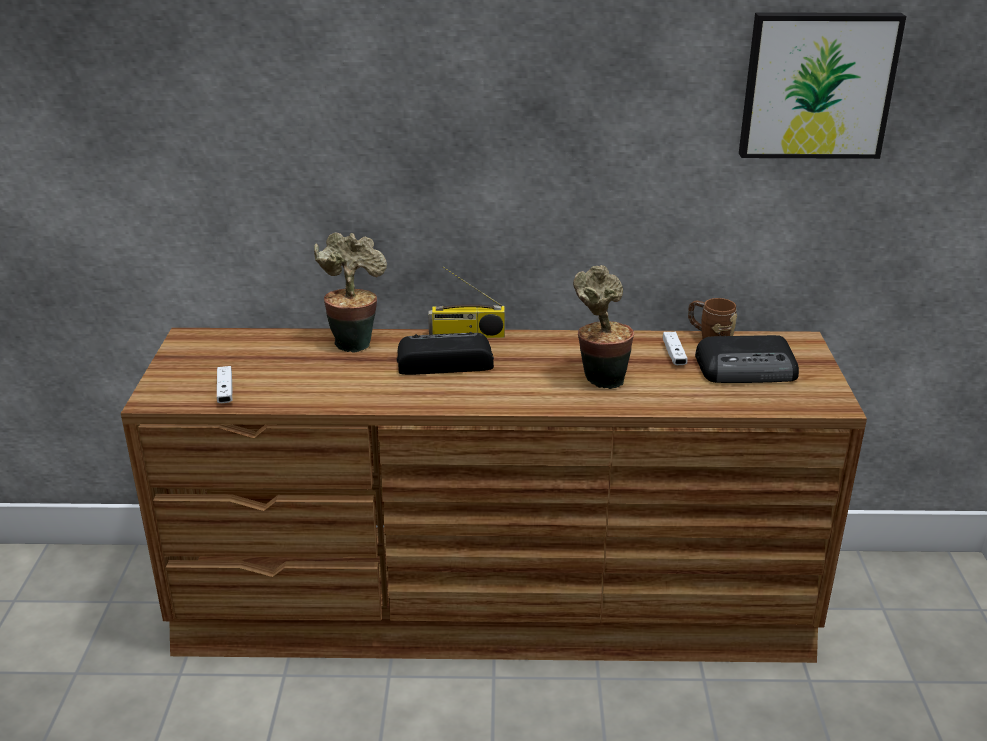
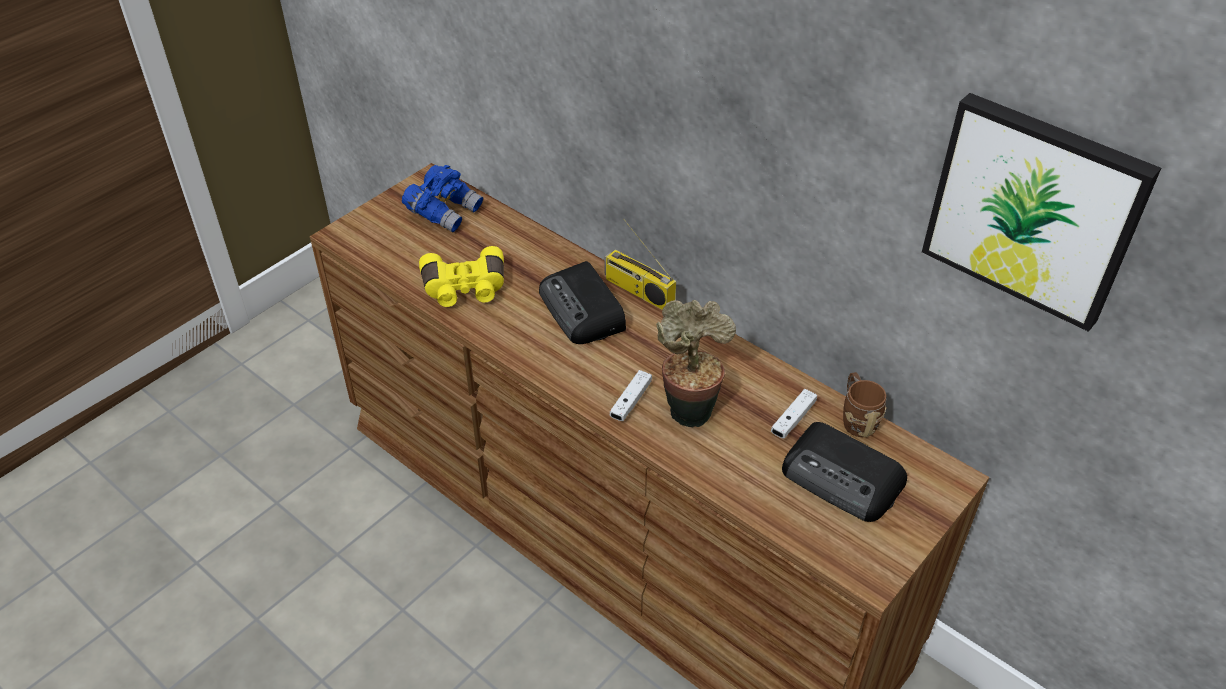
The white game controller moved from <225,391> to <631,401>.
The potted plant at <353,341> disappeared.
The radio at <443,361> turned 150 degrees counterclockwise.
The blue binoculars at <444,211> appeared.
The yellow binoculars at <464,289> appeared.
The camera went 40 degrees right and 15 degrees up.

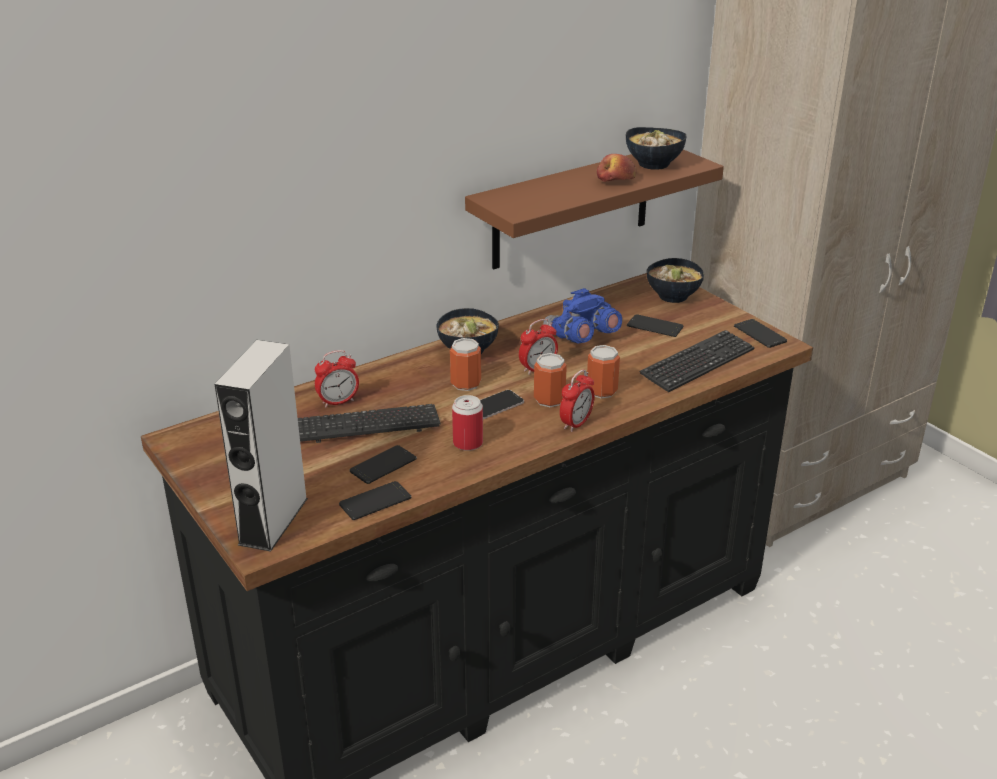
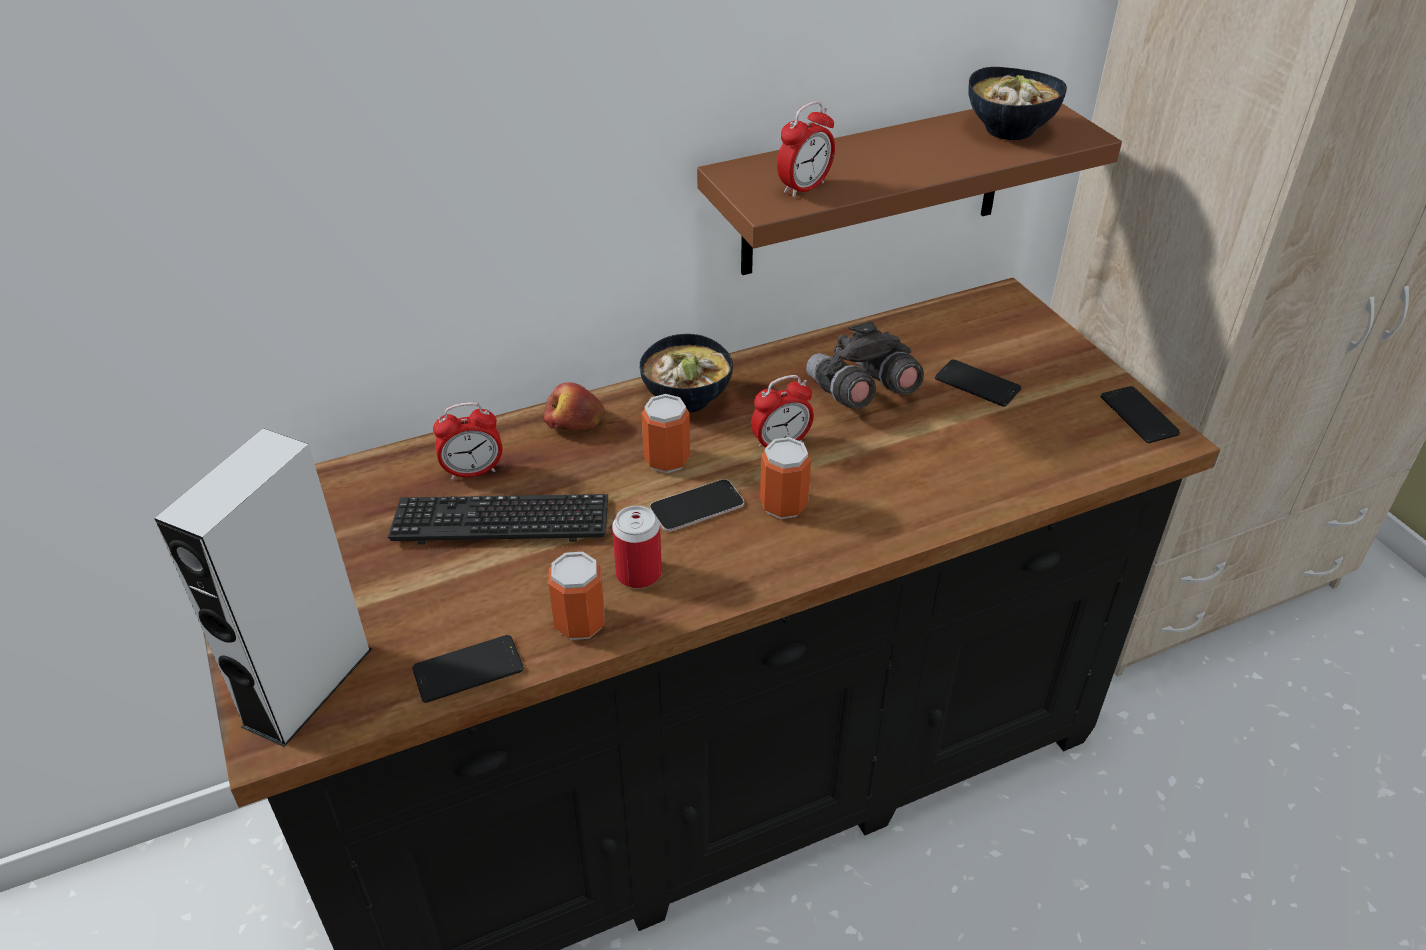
The phone at <383,465> disappeared.
The blue binoculars at <581,338> became the grey binoculars at <860,393>.
The alarm clock moved from <576,424> to <804,188>.
The can moved from <601,391> to <580,622>.
The apple moved from <615,181> to <574,422>.
The keyboard at <697,363> disappeared.
The bowl at <672,296> disappeared.
The camera went 10 degrees right and 10 degrees up.

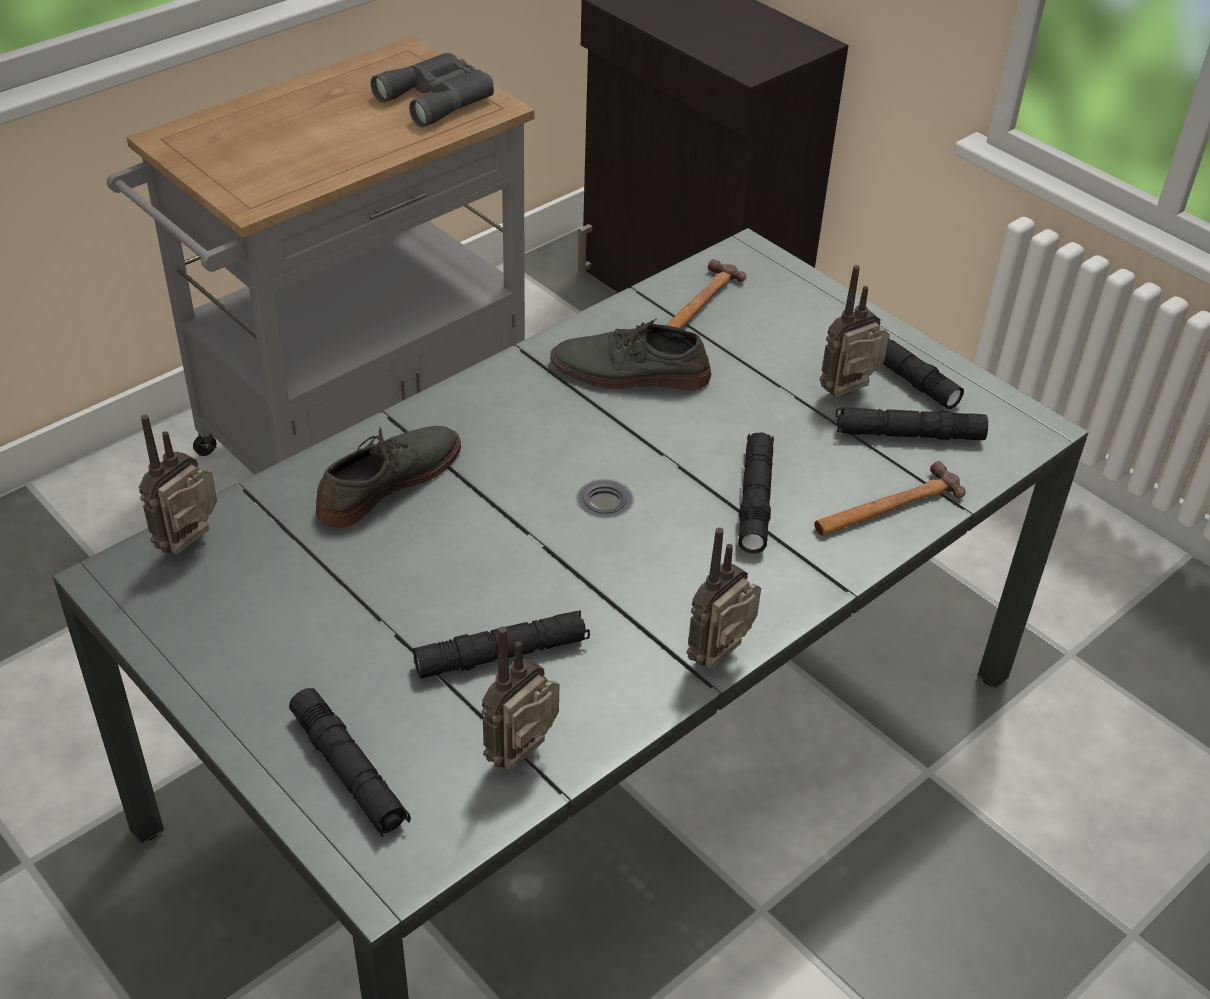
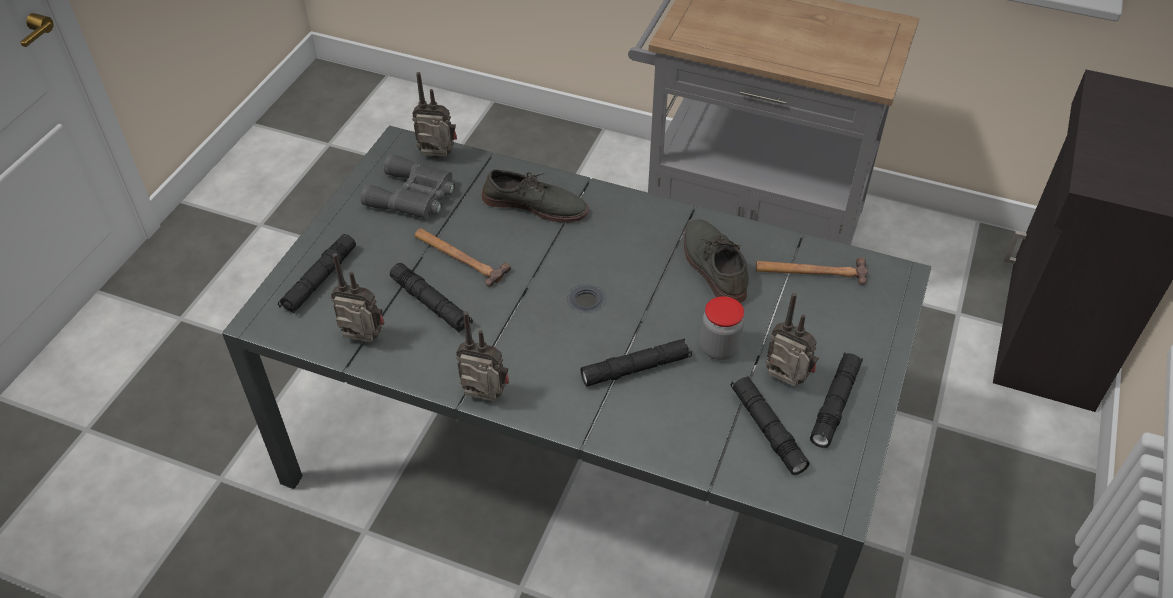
The grey binoculars moved from <440,98> to <414,196>.
The hammer moved from <886,507> to <459,257>.
The jar at <719,348> appeared.
The camera went 65 degrees right and 5 degrees up.

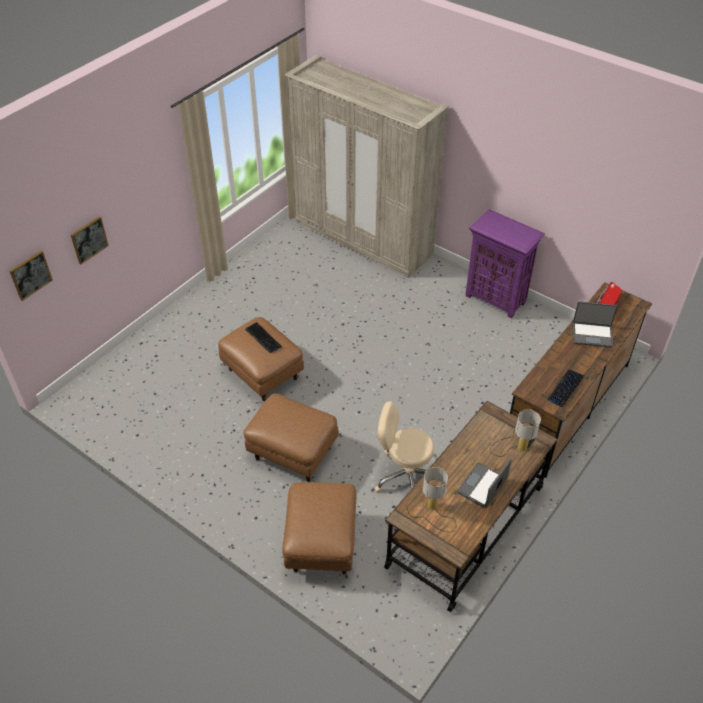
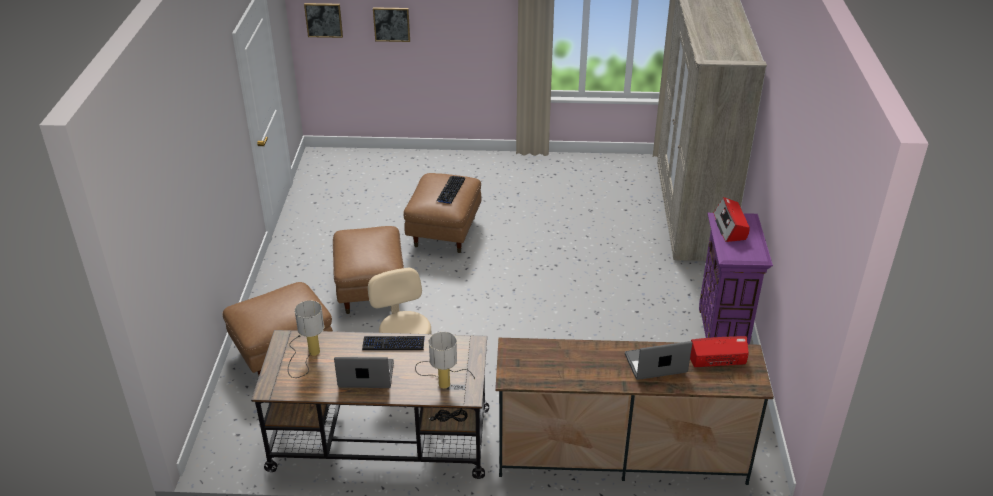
The keyboard moved from <565,388> to <393,344>.
The laptop at <592,334> turned 105 degrees clockwise.
The radio at <730,227> appeared.
The camera went 55 degrees right and 10 degrees down.

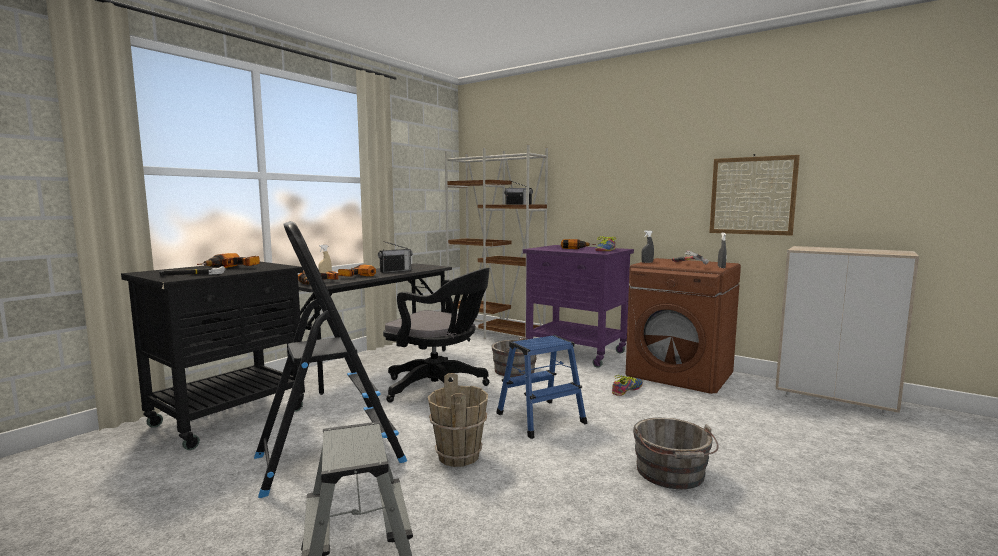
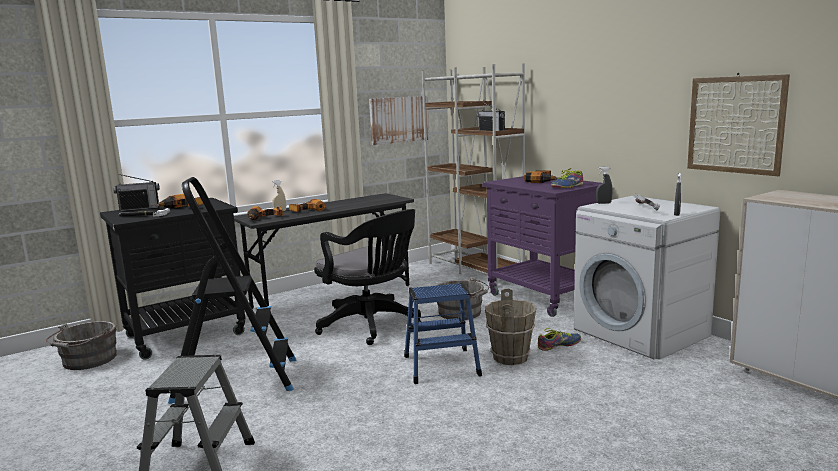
The radio moved from <395,271> to <140,208>.
The brown bucket moved from <459,456> to <511,357>.
The brown washing machine at <679,374> became the white washing machine at <639,333>.
The grey bucket moved from <671,474> to <87,361>.
The picture at <399,119> appeared.
The camera went 20 degrees right and 5 degrees up.

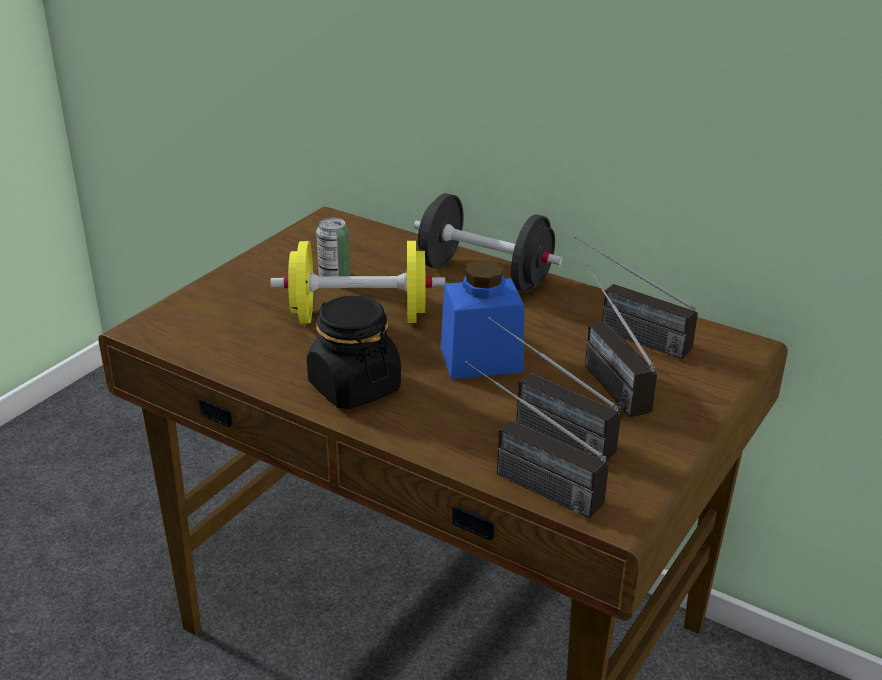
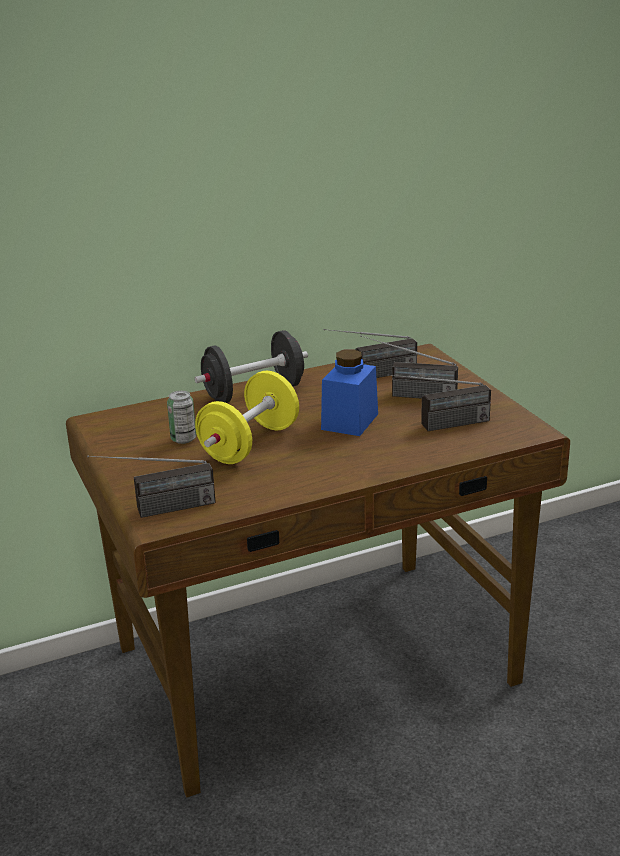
The black jar at <354,387> disappeared.
The radio moved from <522,478> to <156,511>.
The camera went 55 degrees left and 5 degrees down.

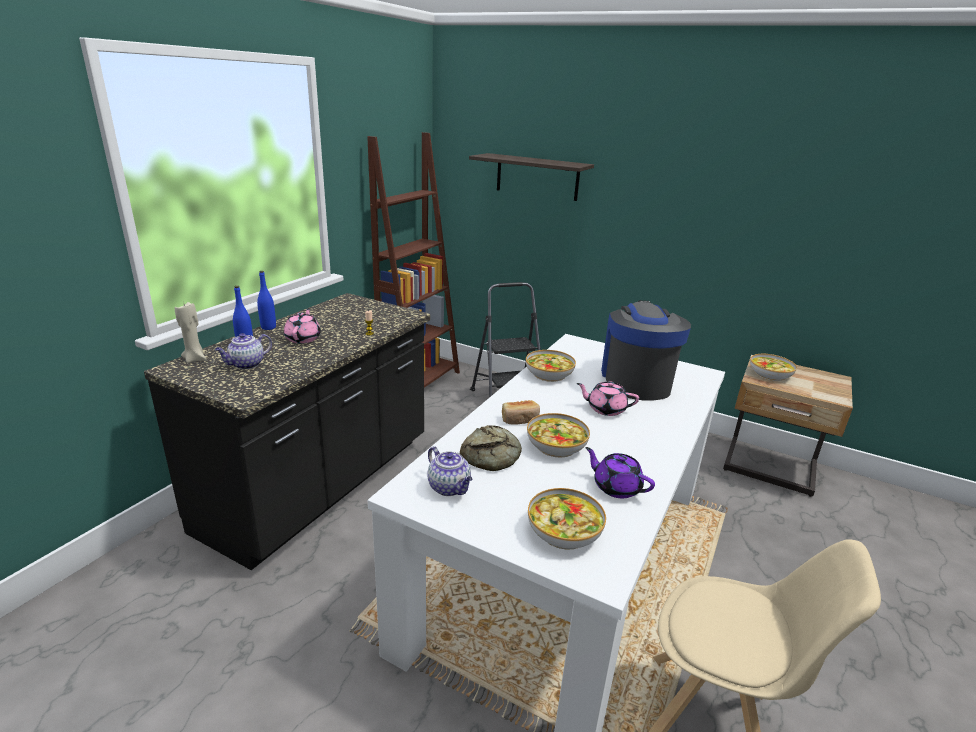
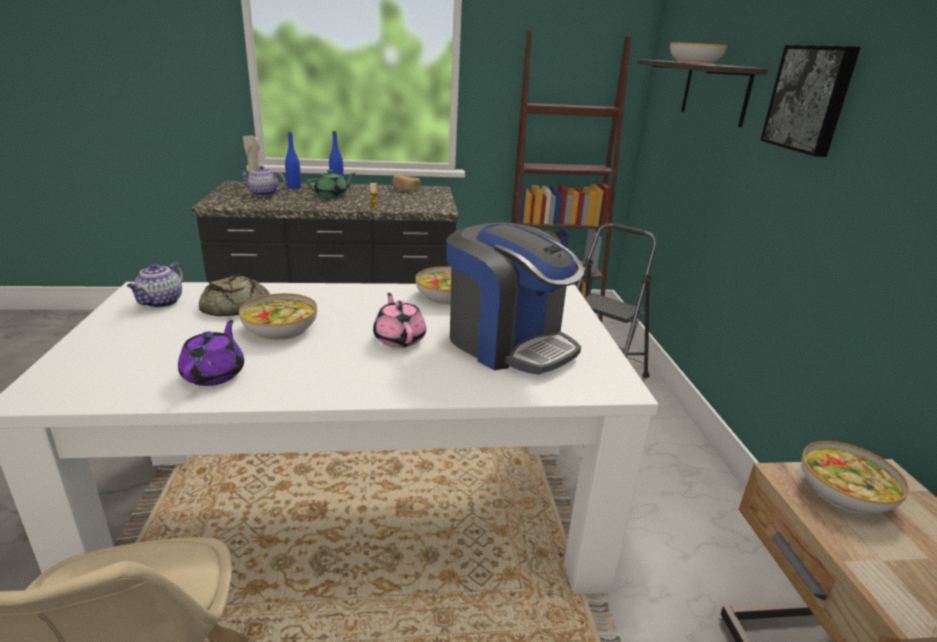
The pink teapot at <303,338> became the green teapot at <332,195>.
The bread moved from <520,419> to <405,189>.
The bowl moved from <564,531> to <695,62>.
The coffee machine at <636,380> turned 75 degrees clockwise.
The picture at <810,99> appeared.
The camera went 55 degrees right and 0 degrees up.

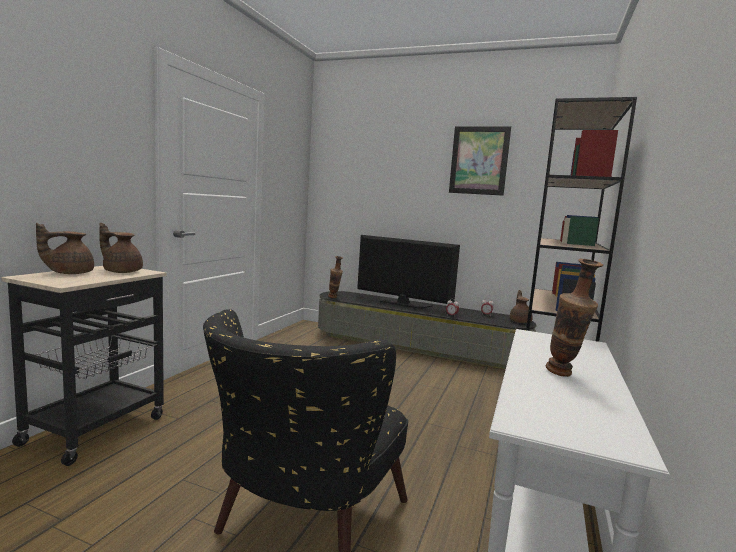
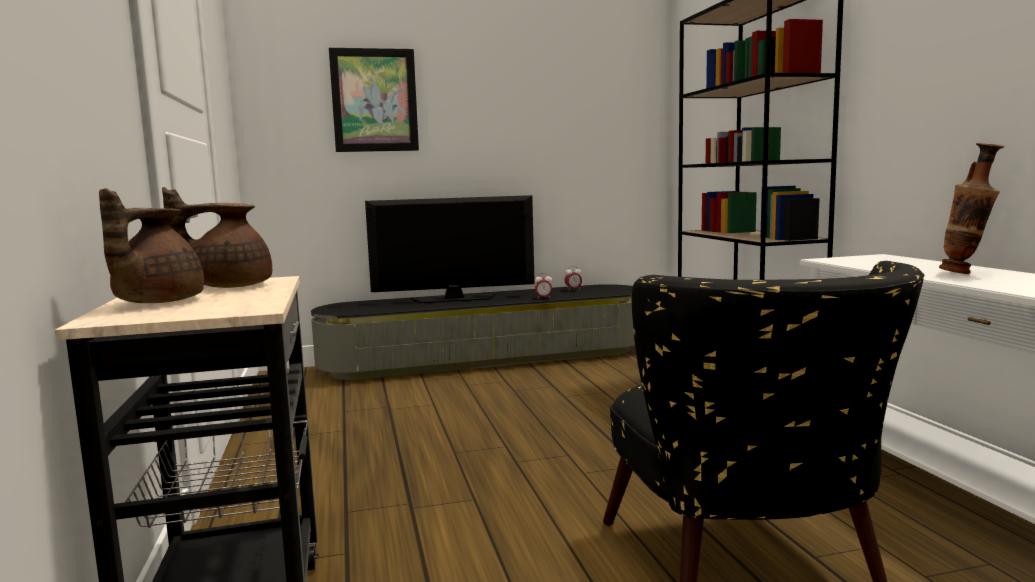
The vase at <334,298> disappeared.
The picture moved from <479,160> to <374,100>.
The brown teapot at <520,321> disappeared.
The camera went 35 degrees left and 0 degrees up.

